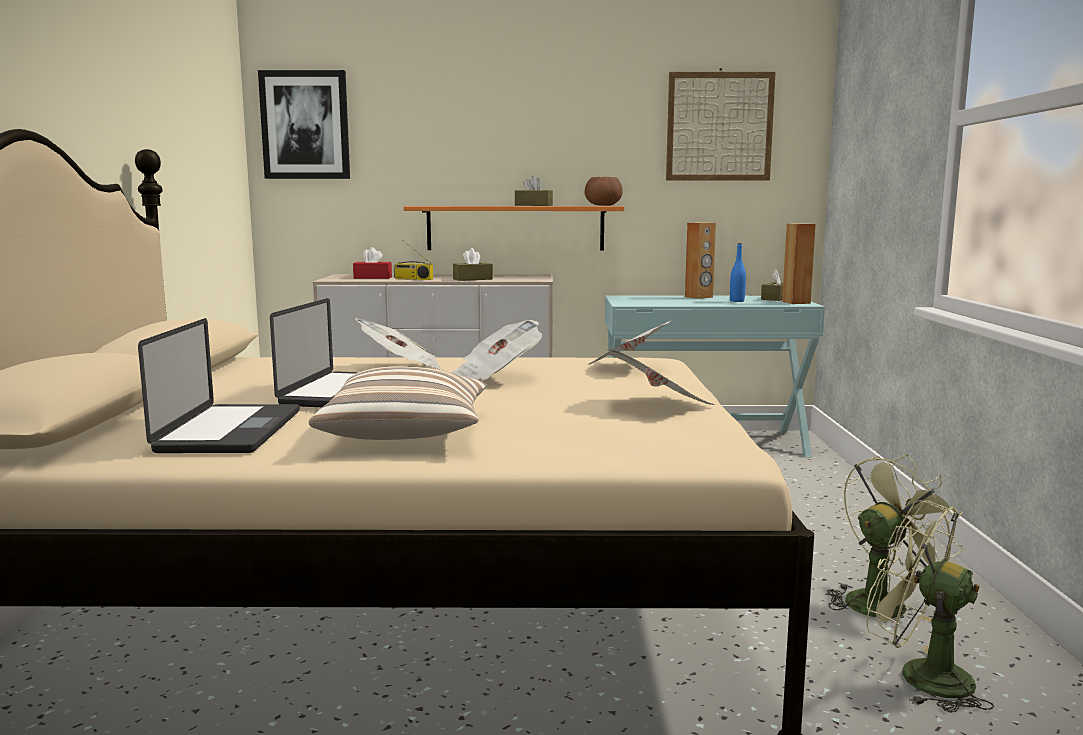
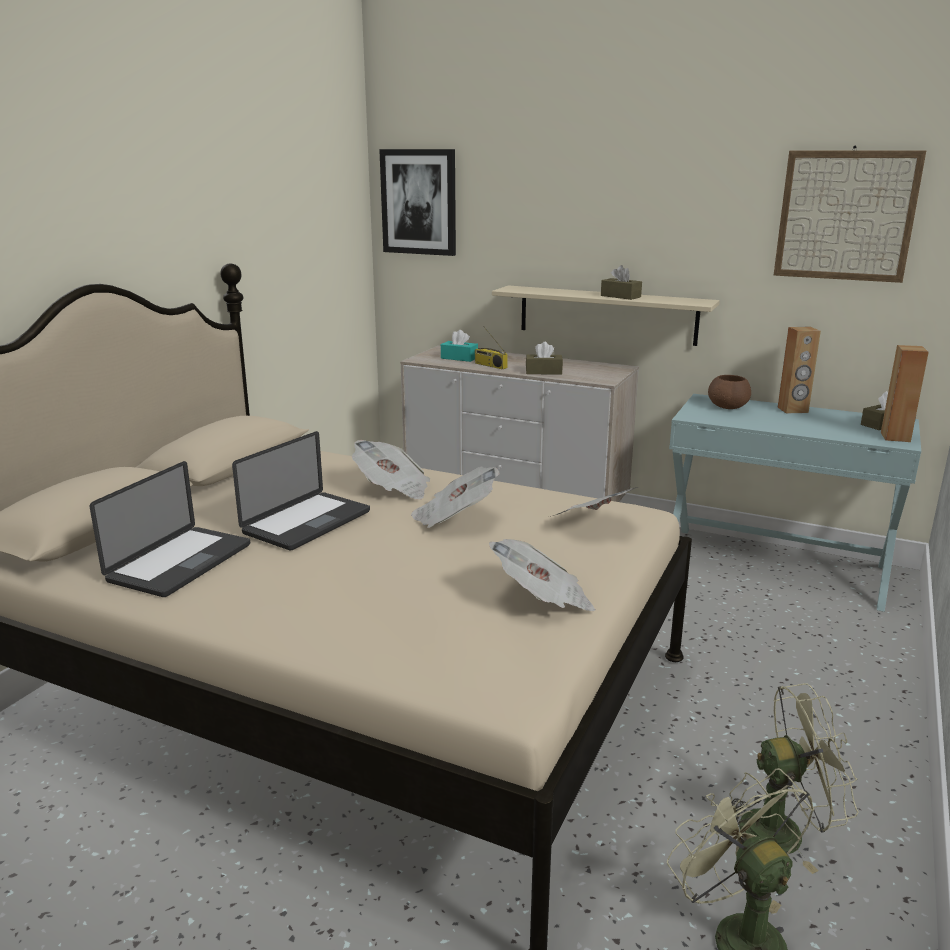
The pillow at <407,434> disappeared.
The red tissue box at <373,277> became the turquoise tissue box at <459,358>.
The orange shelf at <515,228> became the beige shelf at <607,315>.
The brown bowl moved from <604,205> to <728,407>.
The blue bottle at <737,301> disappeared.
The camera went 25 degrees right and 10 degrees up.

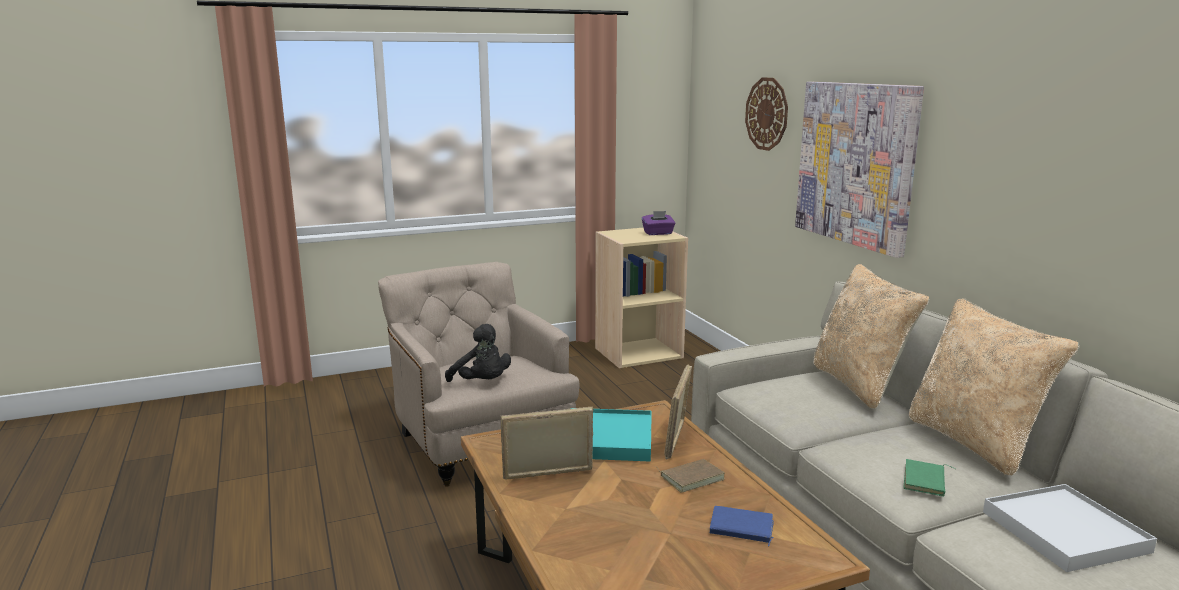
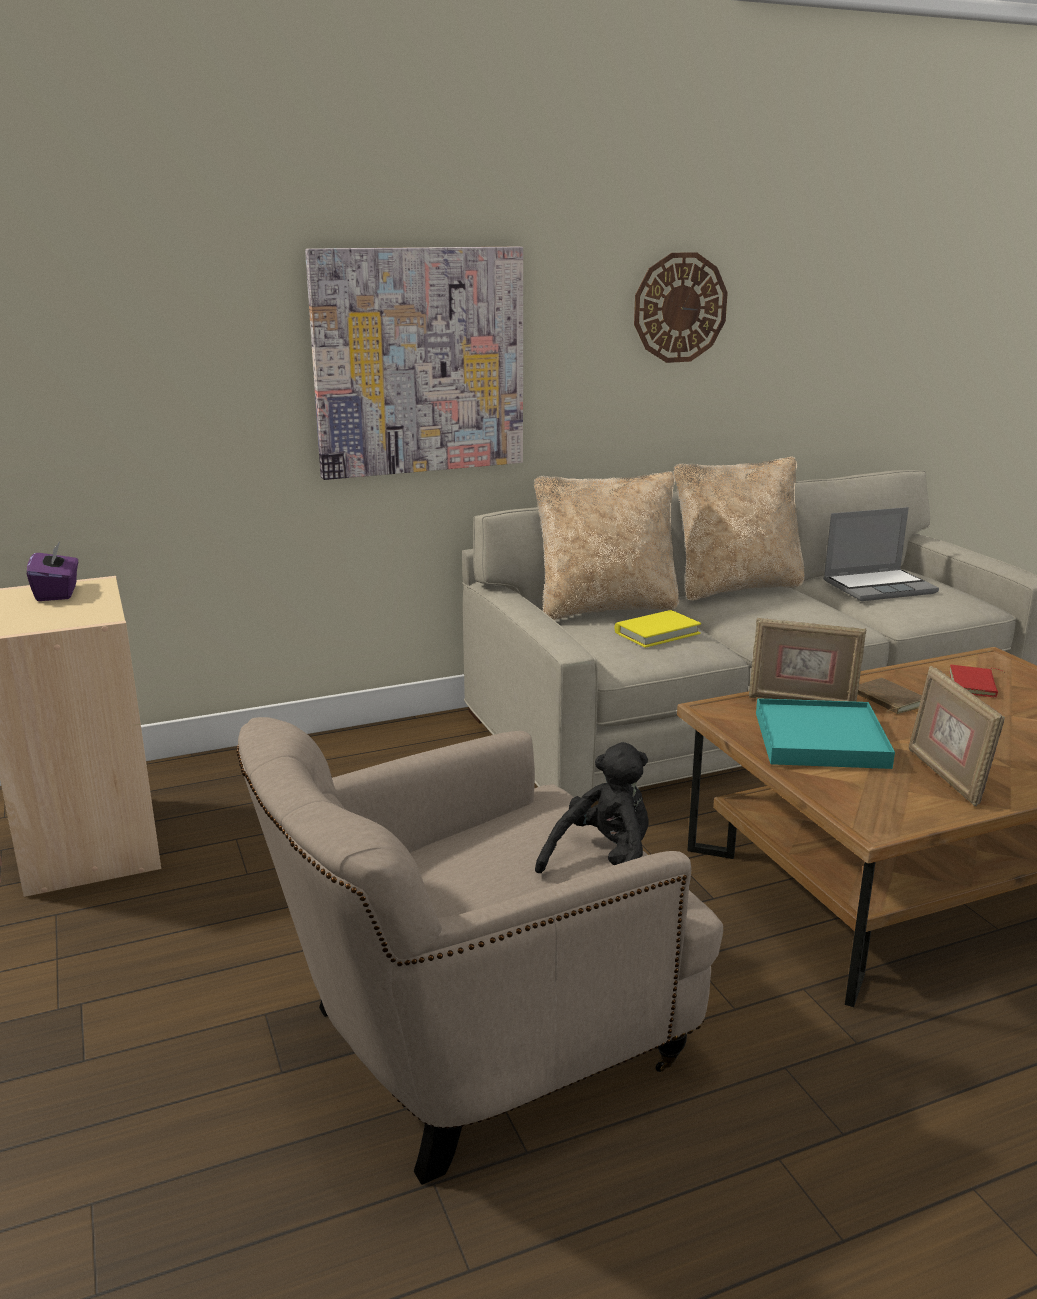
The blue book at <741,529> became the red book at <974,685>.
The wall clock moved from <767,114> to <680,308>.
The green book at <926,481> disappeared.
The white tray at <1065,532> was replaced by the laptop at <879,587>.
The yellow book at <657,633> appeared.
The camera went 90 degrees left and 5 degrees up.

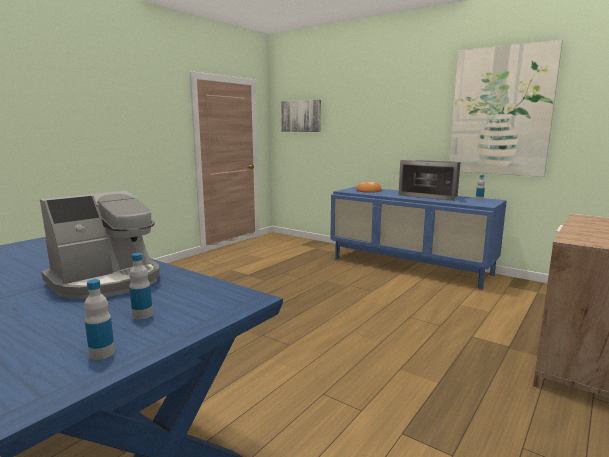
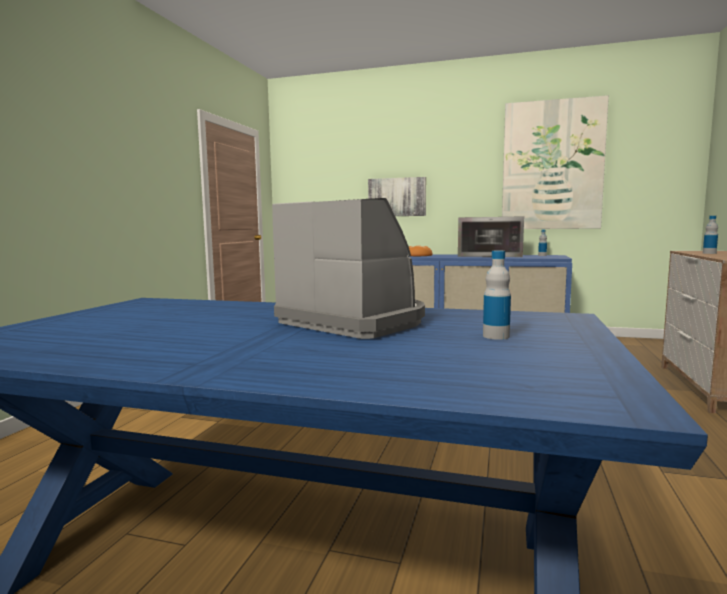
The coffee machine at <107,281> turned 75 degrees counterclockwise.
The bottle moved from <102,353> to <709,253>.
The picture moved from <301,116> to <397,197>.
The camera went 20 degrees left and 5 degrees down.

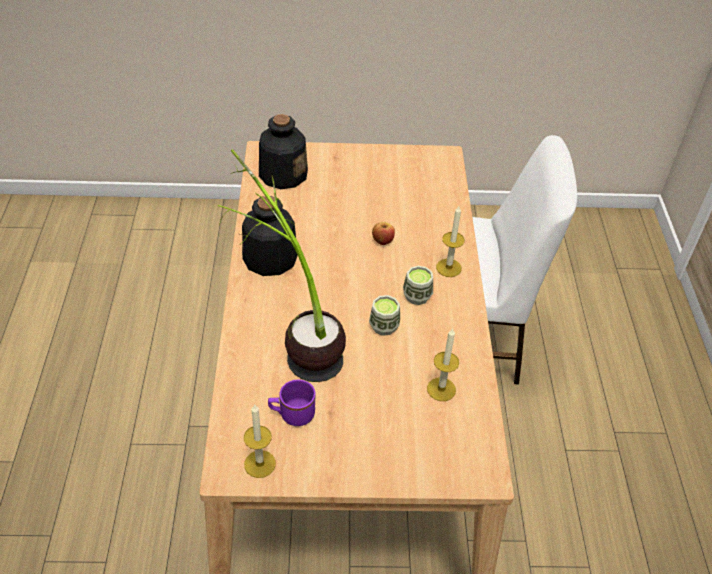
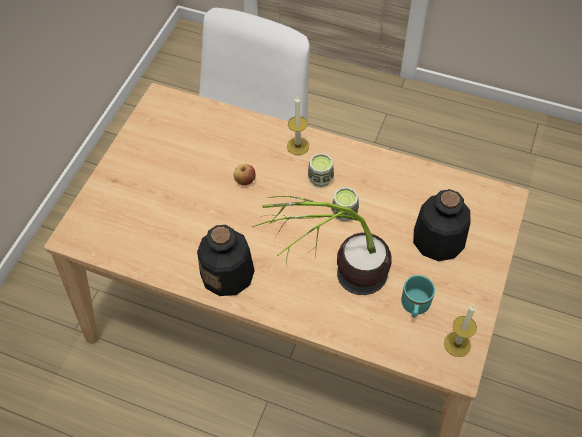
The bottle moved from <282,174> to <438,240>.
The purple mug at <292,414> became the turquoise mug at <414,307>.
The candle at <441,389> disappeared.
The camera went 65 degrees left and 10 degrees up.

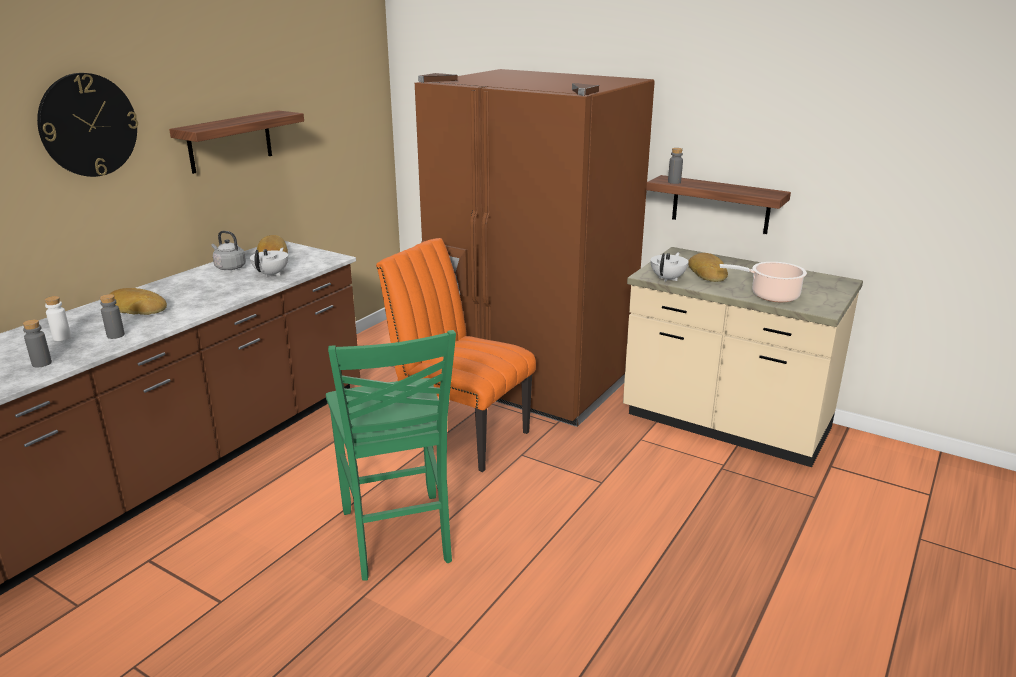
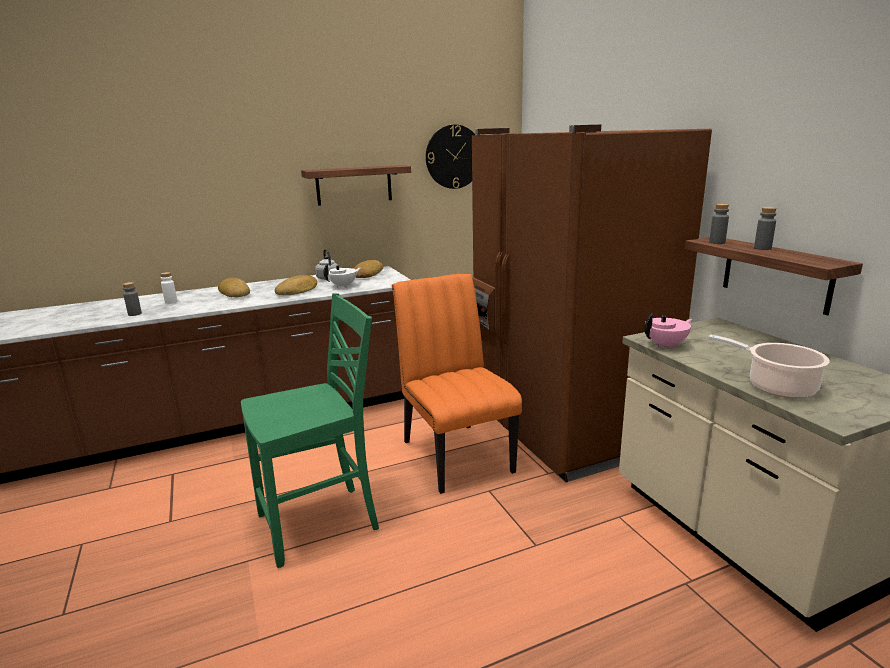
The wall clock moved from <88,125> to <454,157>.
The grey bottle moved from <115,335> to <762,248>.
The green chair at <397,537> turned 135 degrees counterclockwise.
The white teapot at <668,279> became the pink teapot at <666,345>.
The bread moved from <708,273> to <298,290>.
The camera went 35 degrees right and 5 degrees down.

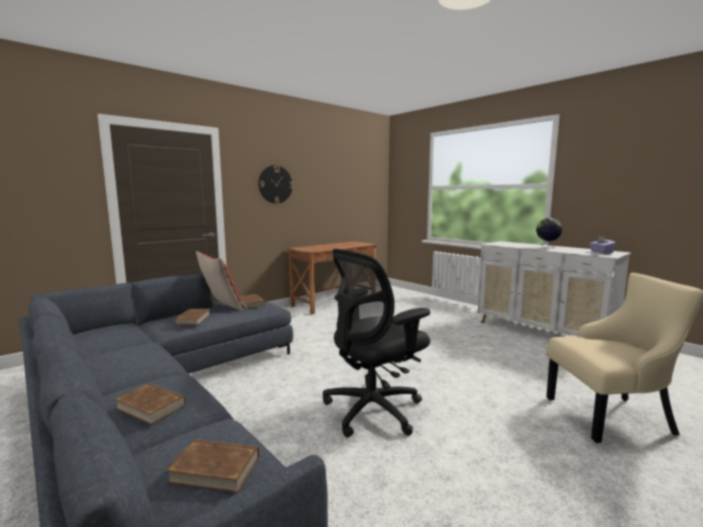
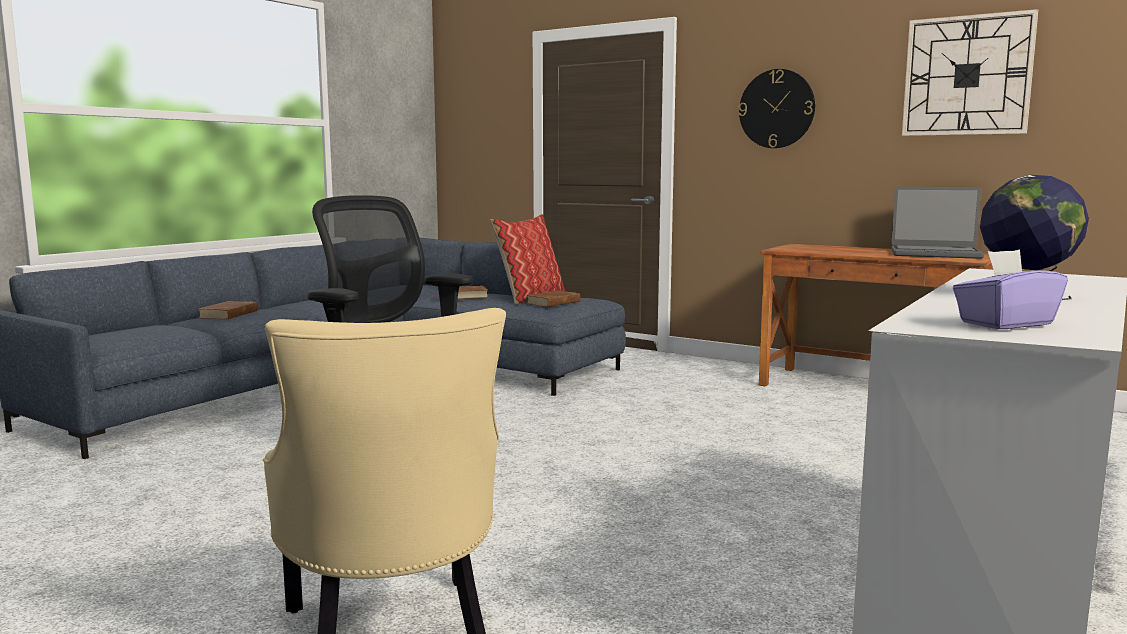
The brown book at <215,469> disappeared.
The laptop at <935,254> appeared.
The wall clock at <967,75> appeared.
The camera went 75 degrees right and 0 degrees up.

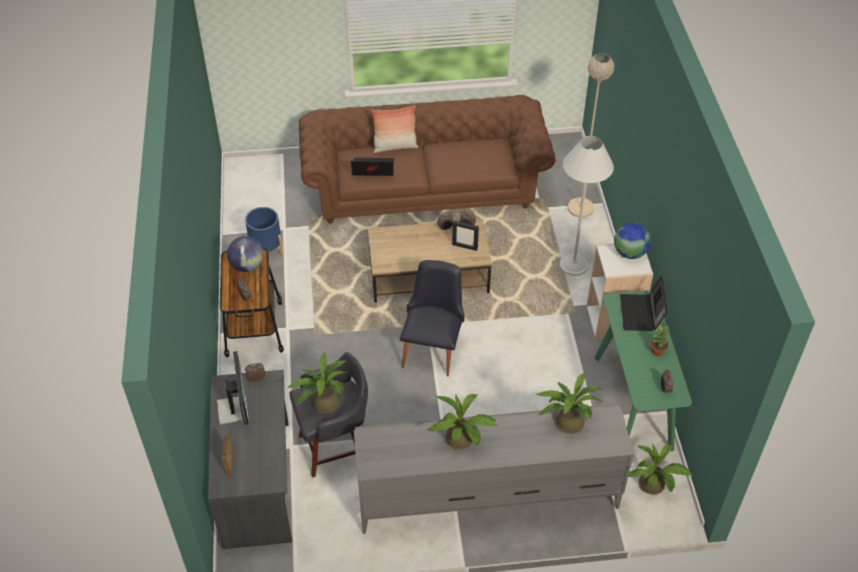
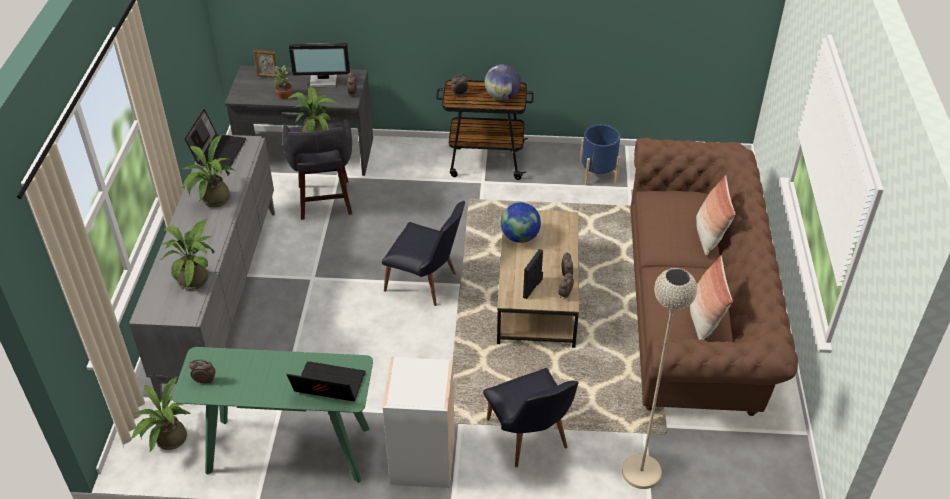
The laptop moved from <372,170> to <218,151>.
The white floor lamp at <574,265> was replaced by the black chair at <530,440>.
The globe moved from <629,253> to <520,237>.
The potted plant moved from <658,351> to <284,96>.
The pillow at <703,320> appeared.
The camera went 100 degrees right and 5 degrees down.

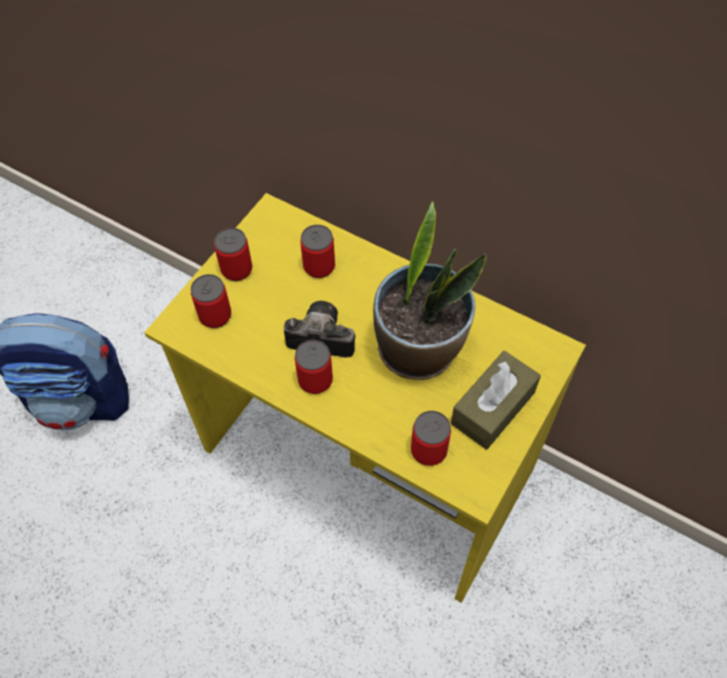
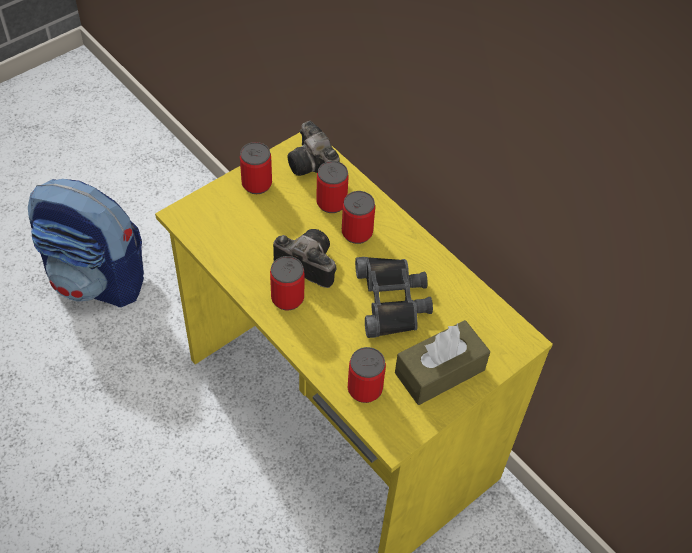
The can moved from <215,316> to <357,233>.
The potted plant at <419,349> was replaced by the black binoculars at <392,300>.
The photo camera at <314,165> appeared.
The camera went 15 degrees right and 5 degrees down.

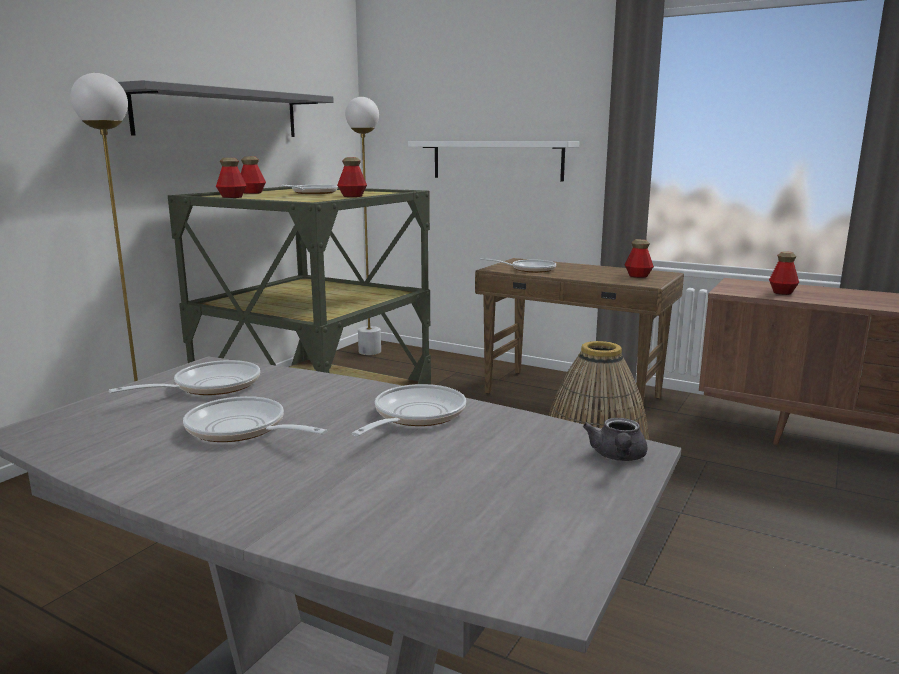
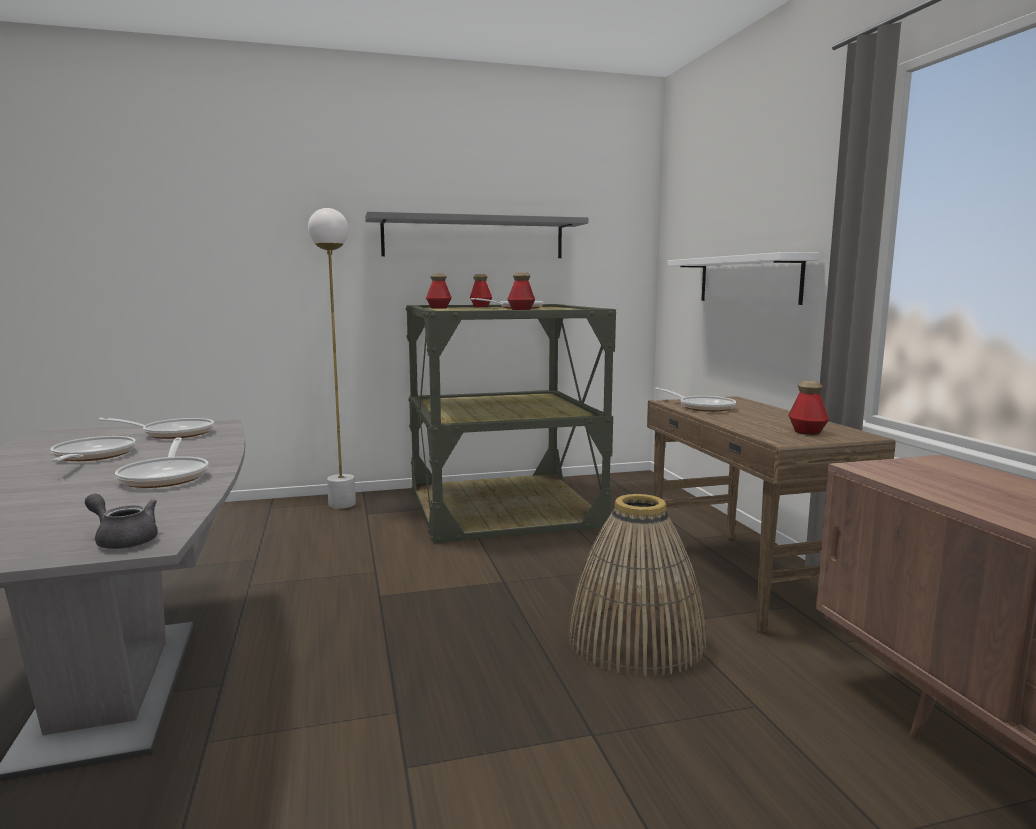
The white floor lamp at <369,352> disappeared.
The frying pan at <415,416> turned 90 degrees clockwise.
The grey teapot at <618,457> turned 60 degrees clockwise.
The bottle at <782,292> disappeared.
The camera went 45 degrees right and 5 degrees down.

